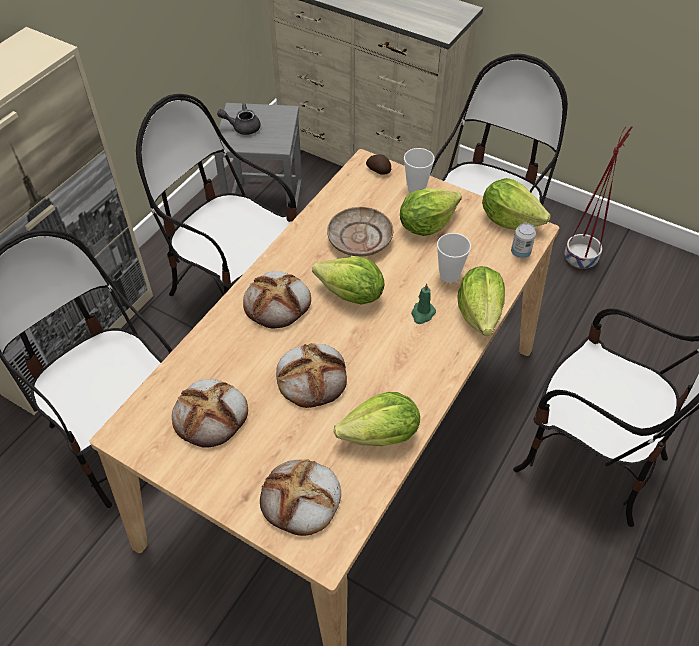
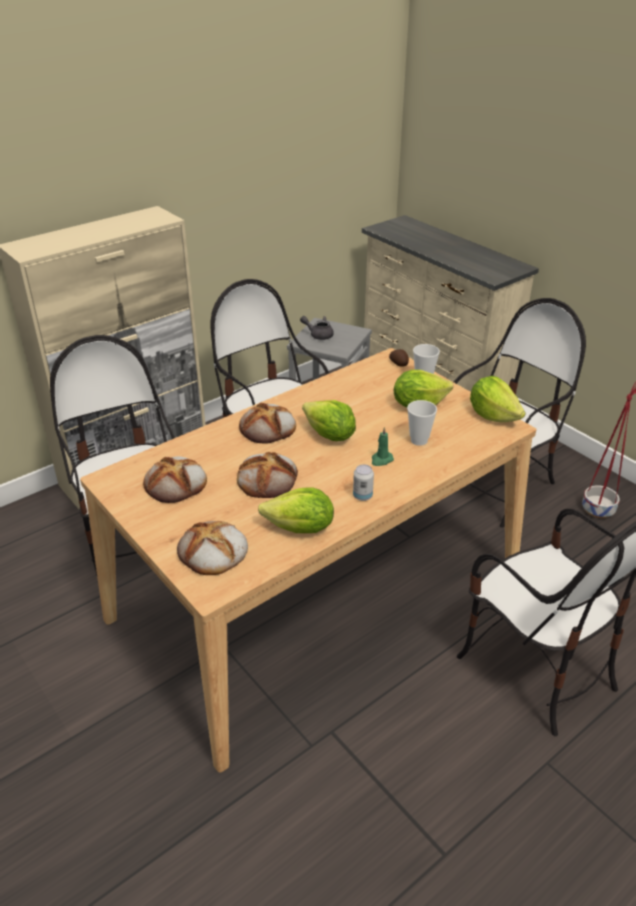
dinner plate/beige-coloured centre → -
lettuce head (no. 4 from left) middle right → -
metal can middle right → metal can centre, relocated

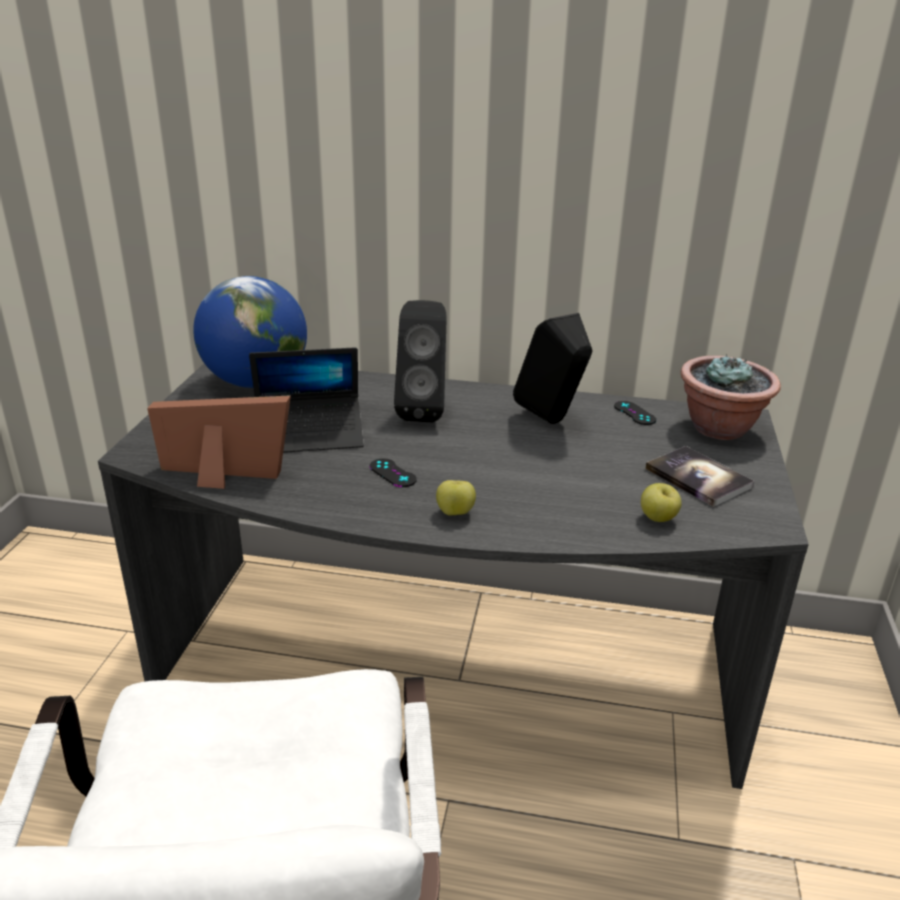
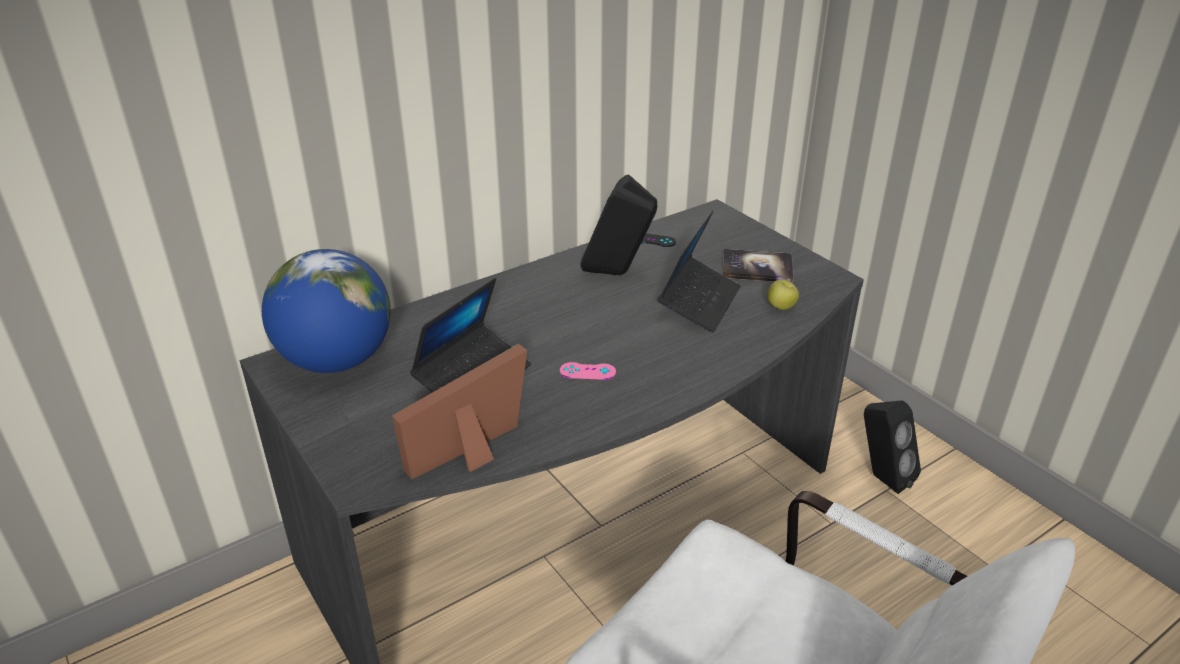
game controller/blackish (no. 1 from left) centre → game controller/pink-coloured centre
speaker/blackish (no. 1 from left in the first image) centre → speaker/blackish (no. 2 from left) bottom right, relocated
apple fruit (no. 1 from left) centre → -
potted plant middle right → -
- → notebook computer (no. 2 from left) centre

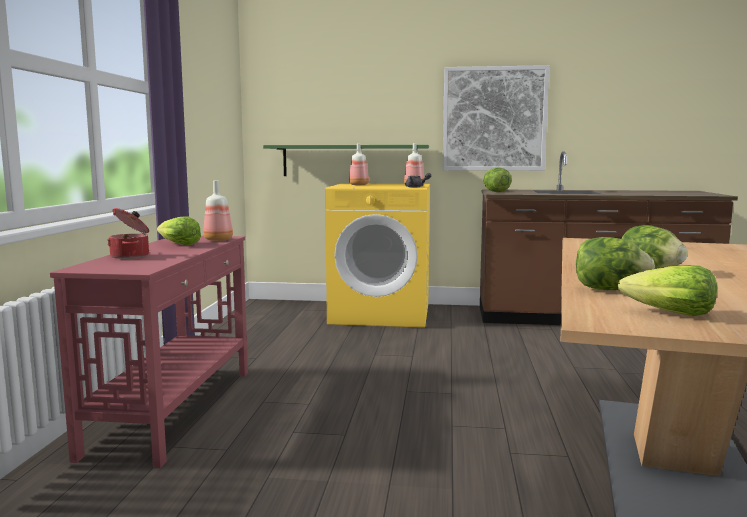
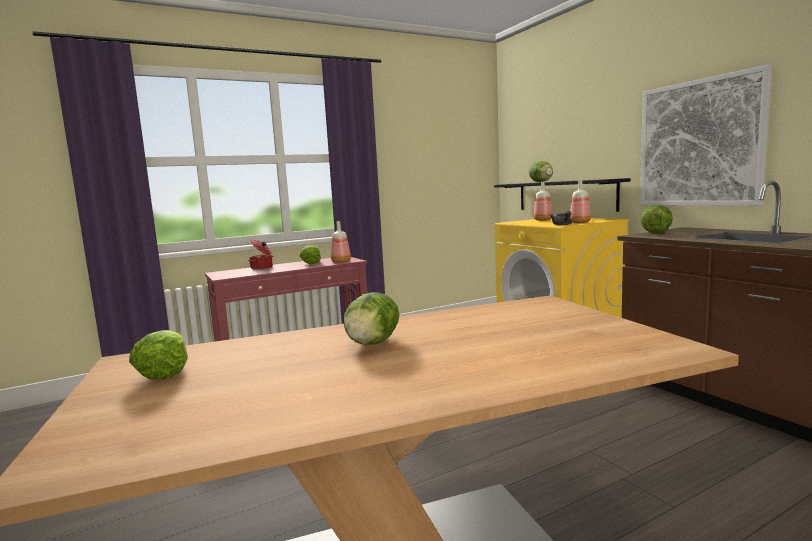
bracket shelf/greenish top centre → bracket shelf/blackish middle right
lettuce head (no. 3 from left in the first image) middle right → lettuce head (no. 4 from left) top centre, relocated

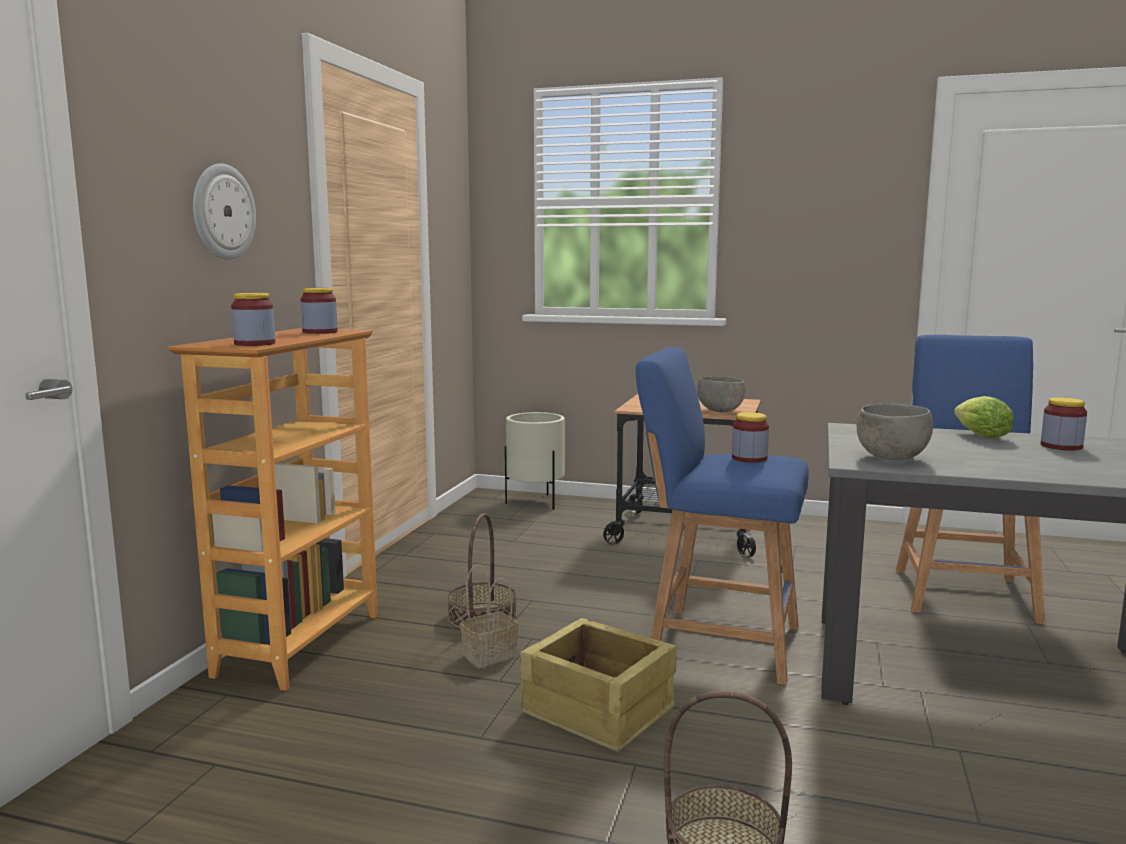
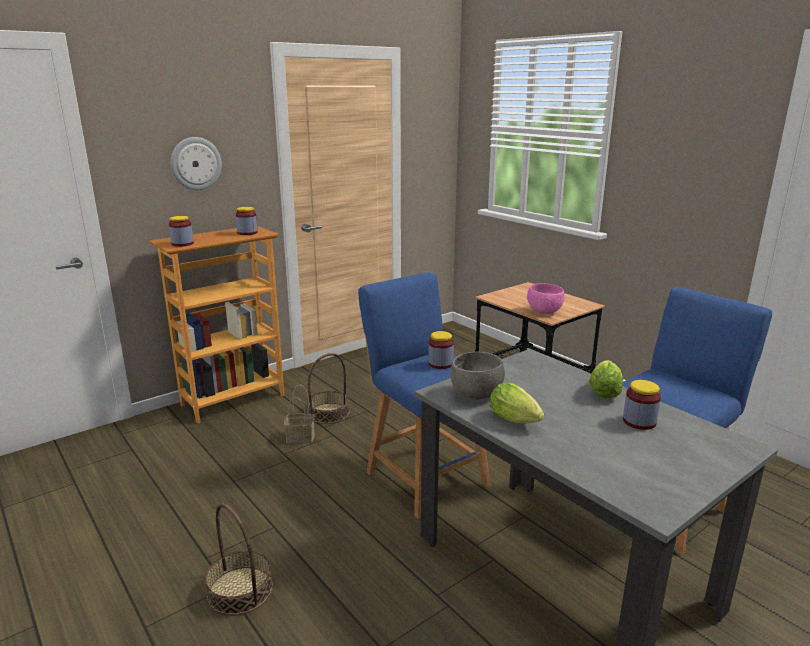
plant pot/beige-coloured centre → -
crate bottom centre → -
bowl/gray (no. 1 from left) centre → bowl/pink-coloured middle right
- → lettuce head (no. 1 from left) centre

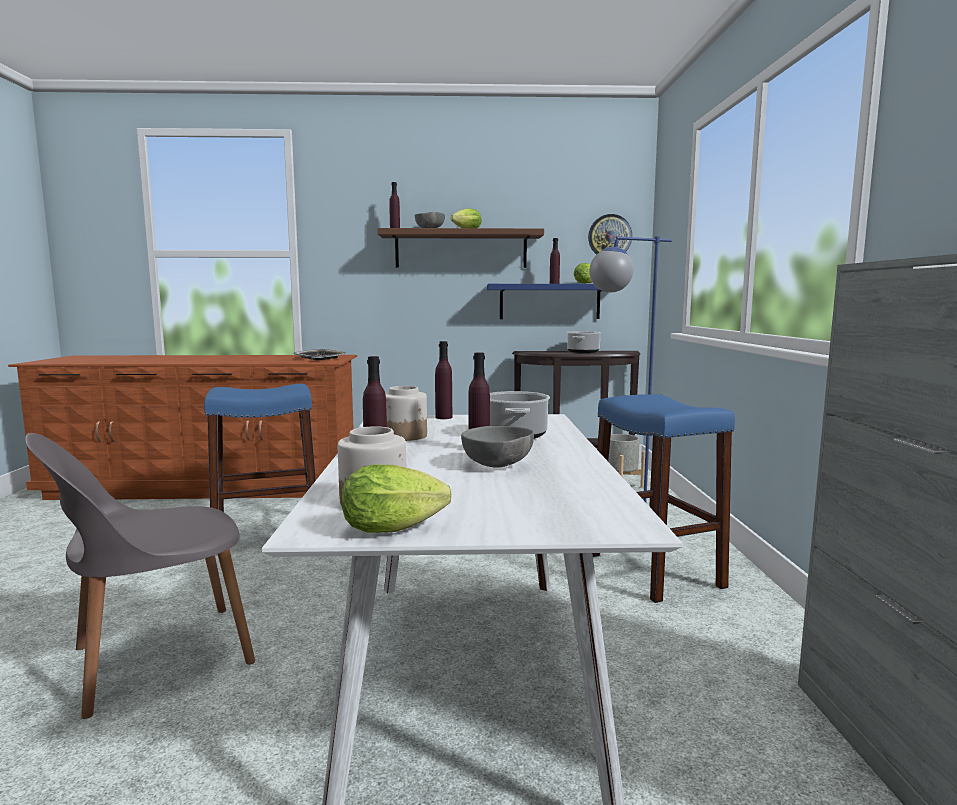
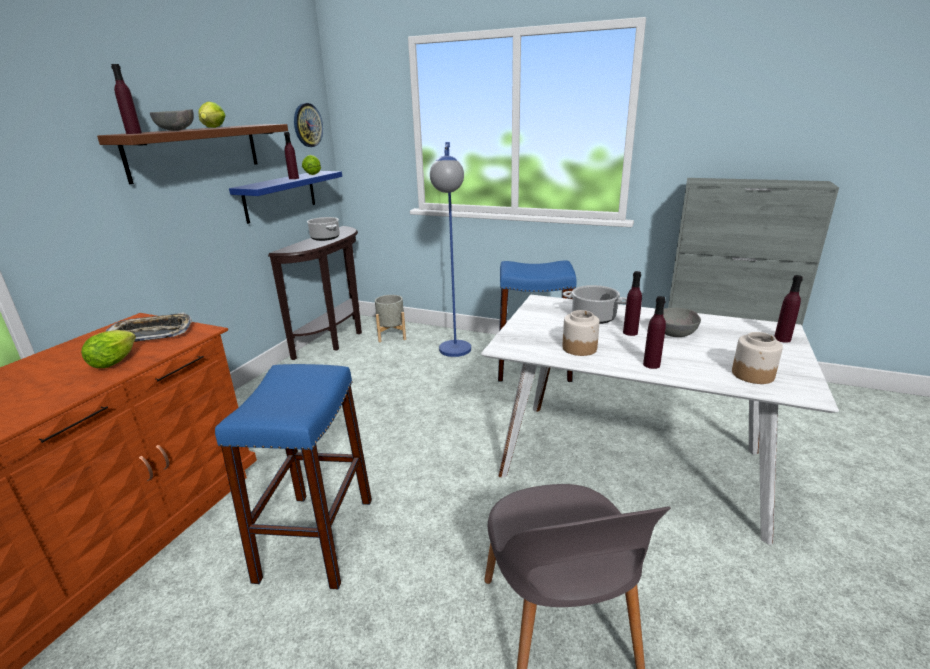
lettuce head (no. 1 from left) centre → lettuce head (no. 1 from left) middle left, relocated
drink bottle/purple-coloured (no. 3 from left in the first image) centre → drink bottle/purple-coloured (no. 5 from left) middle right, relocated

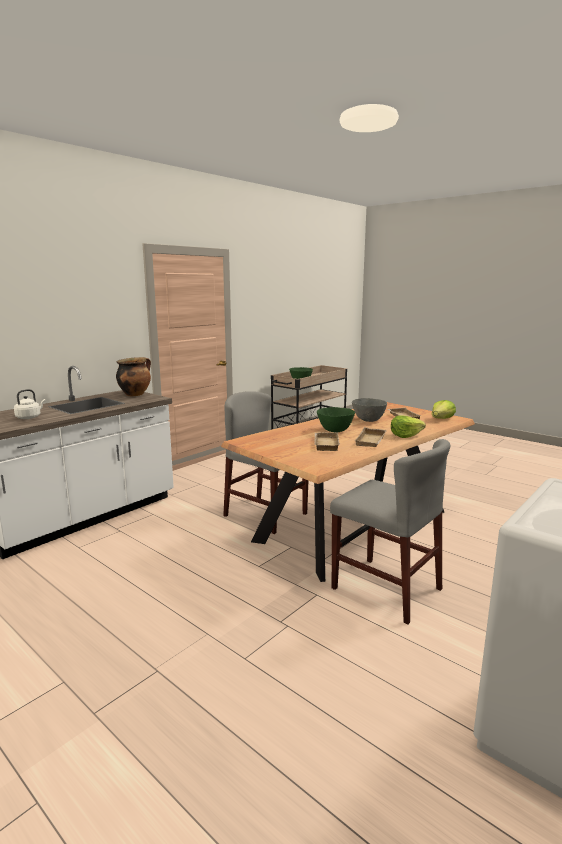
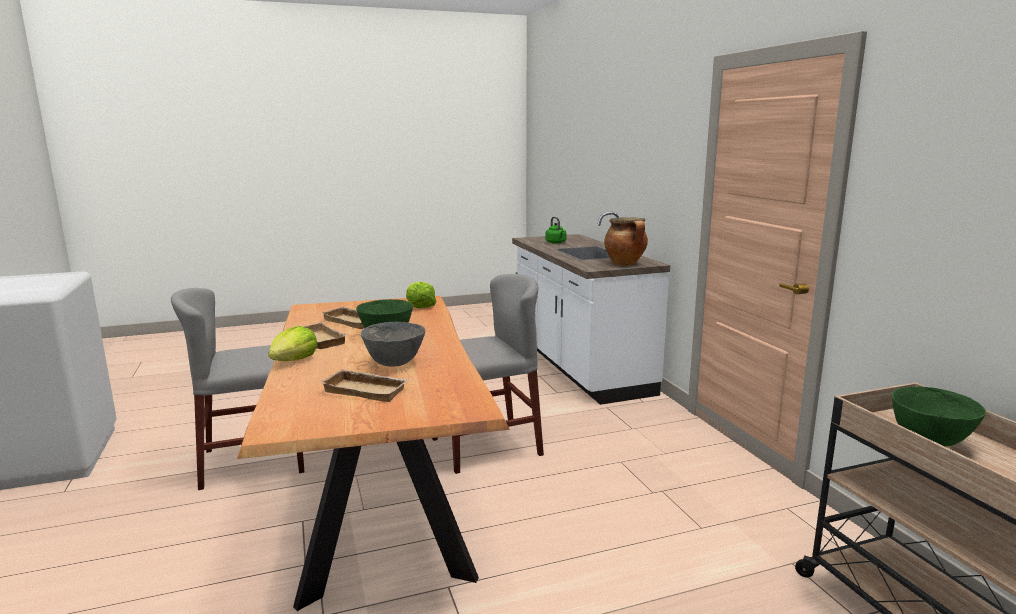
tea kettle/white middle left → tea kettle/greenish centre
lettuce head (no. 2 from left) middle right → lettuce head (no. 2 from left) centre, relocated

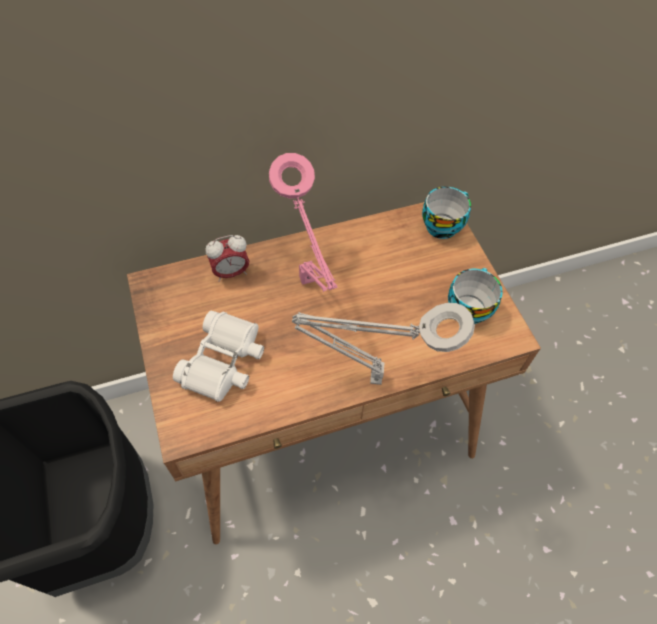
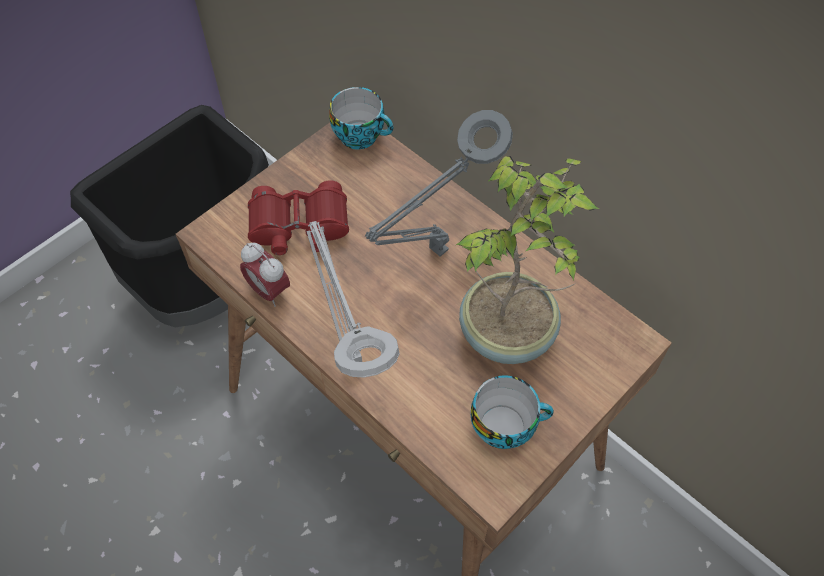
field glasses/white middle left → field glasses/red-coloured centre
alarm clock centre → alarm clock middle left, relocated
tabletop lamp/pink-coloured centre → tabletop lamp/gray (no. 2 from left) top centre
cup (no. 1 from left) middle right → cup (no. 1 from left) top centre, relocated
- → potted plant centre

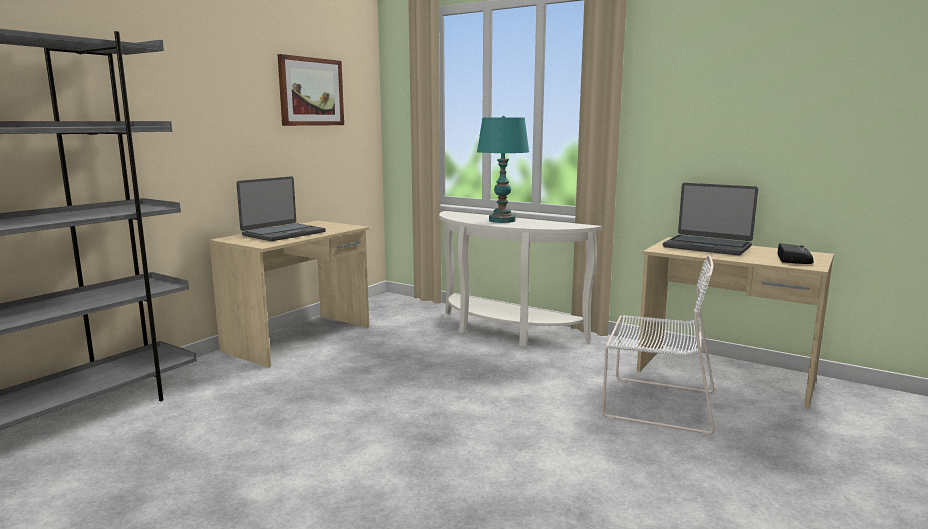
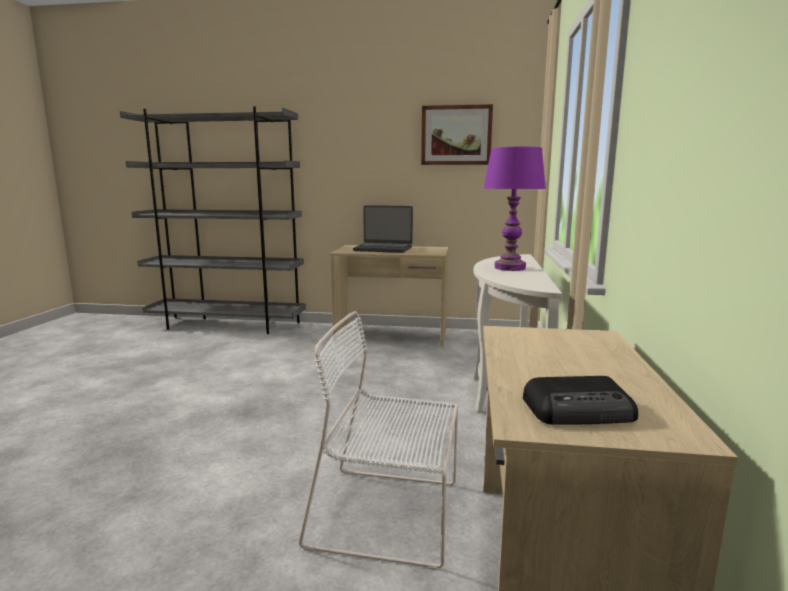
tabletop lamp/turquoise top centre → tabletop lamp/purple-coloured centre
plain chair/white middle right → plain chair/white bottom centre, 105 degrees clockwise
notebook computer (no. 2 from left) middle right → -

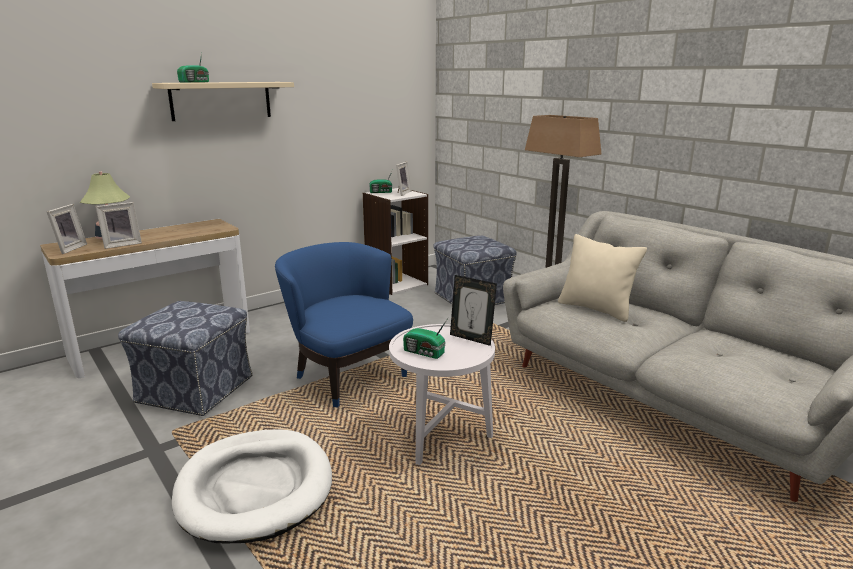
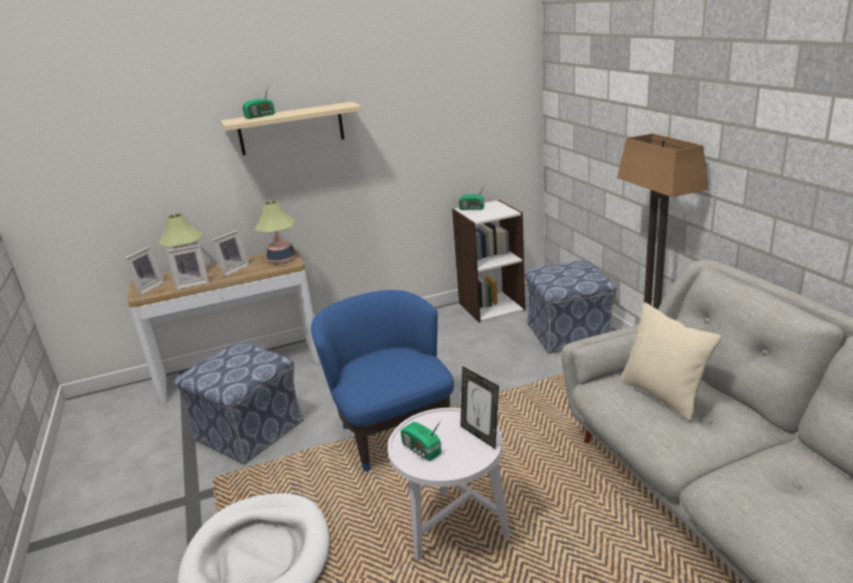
picture frame (no. 3 from left) top centre → picture frame (no. 3 from left) middle left, relocated
- → tabletop lamp (no. 2 from left) middle left

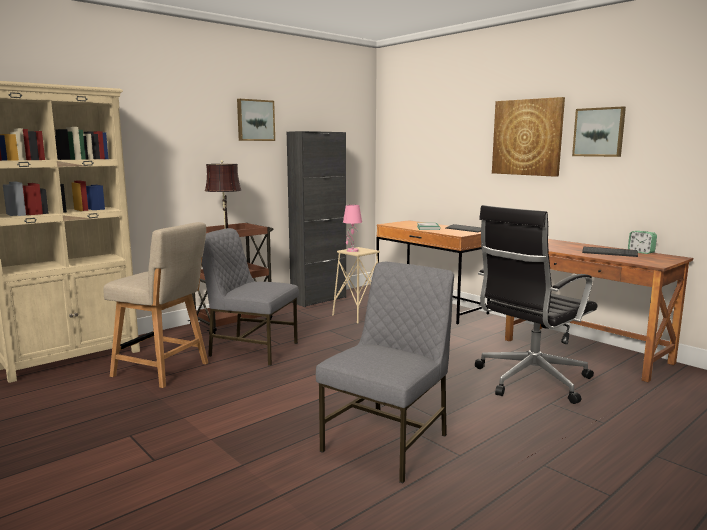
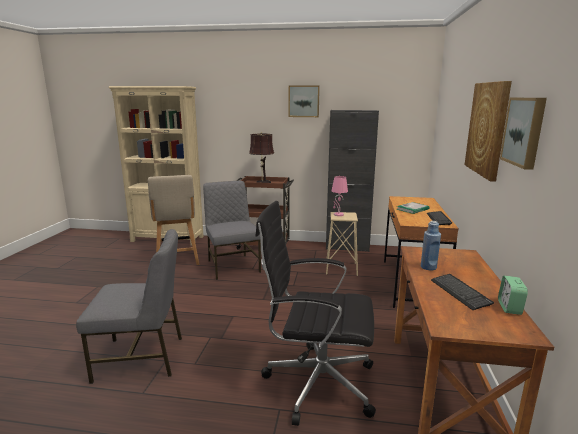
- → drink bottle/bluish middle right

